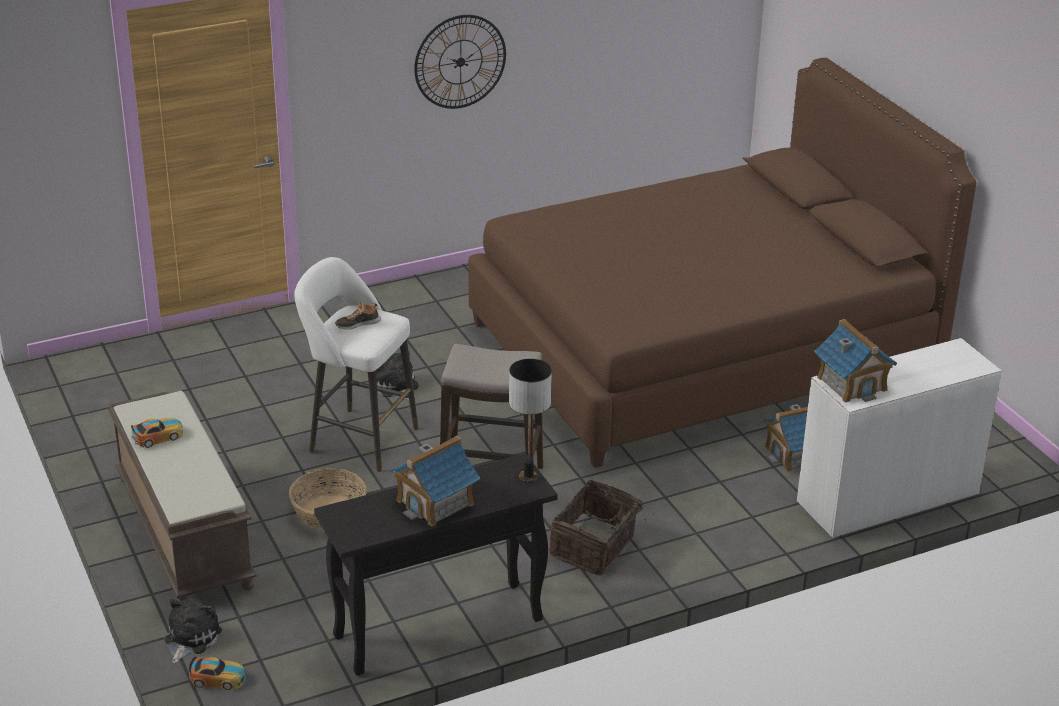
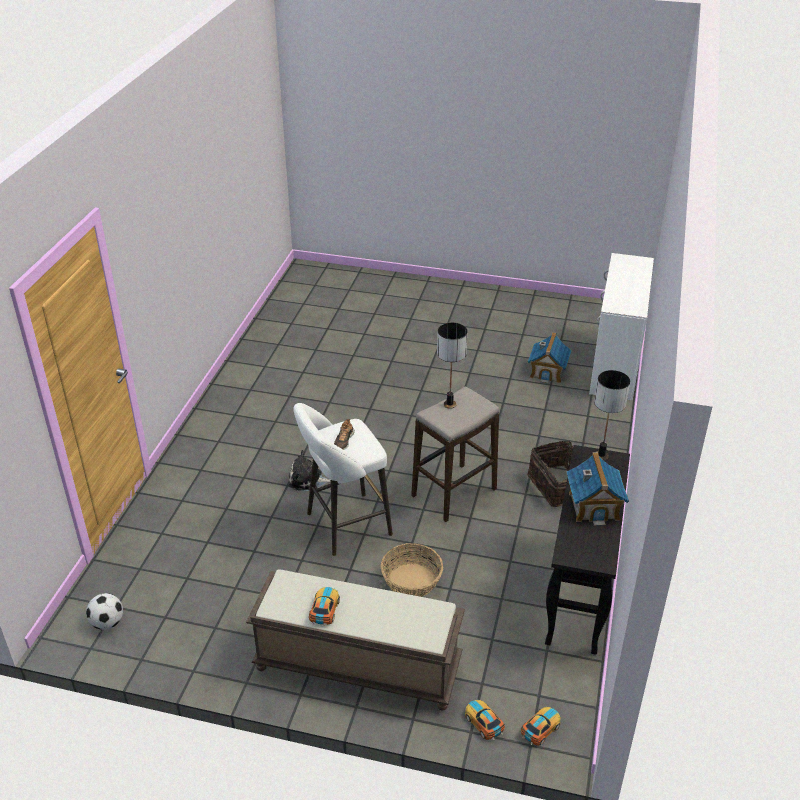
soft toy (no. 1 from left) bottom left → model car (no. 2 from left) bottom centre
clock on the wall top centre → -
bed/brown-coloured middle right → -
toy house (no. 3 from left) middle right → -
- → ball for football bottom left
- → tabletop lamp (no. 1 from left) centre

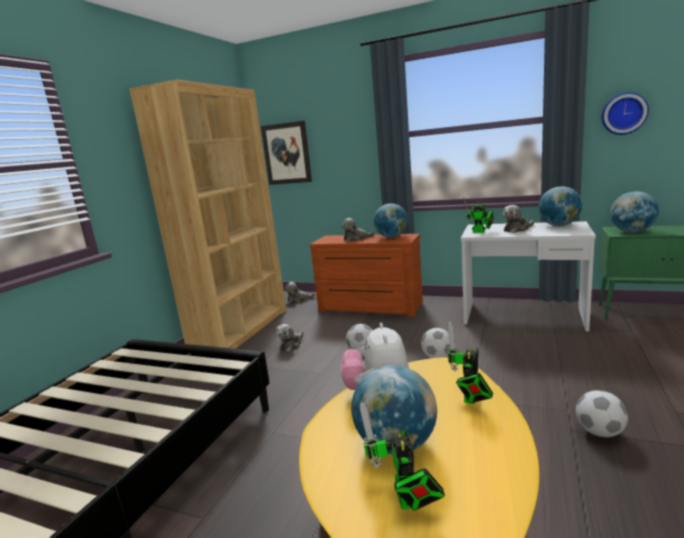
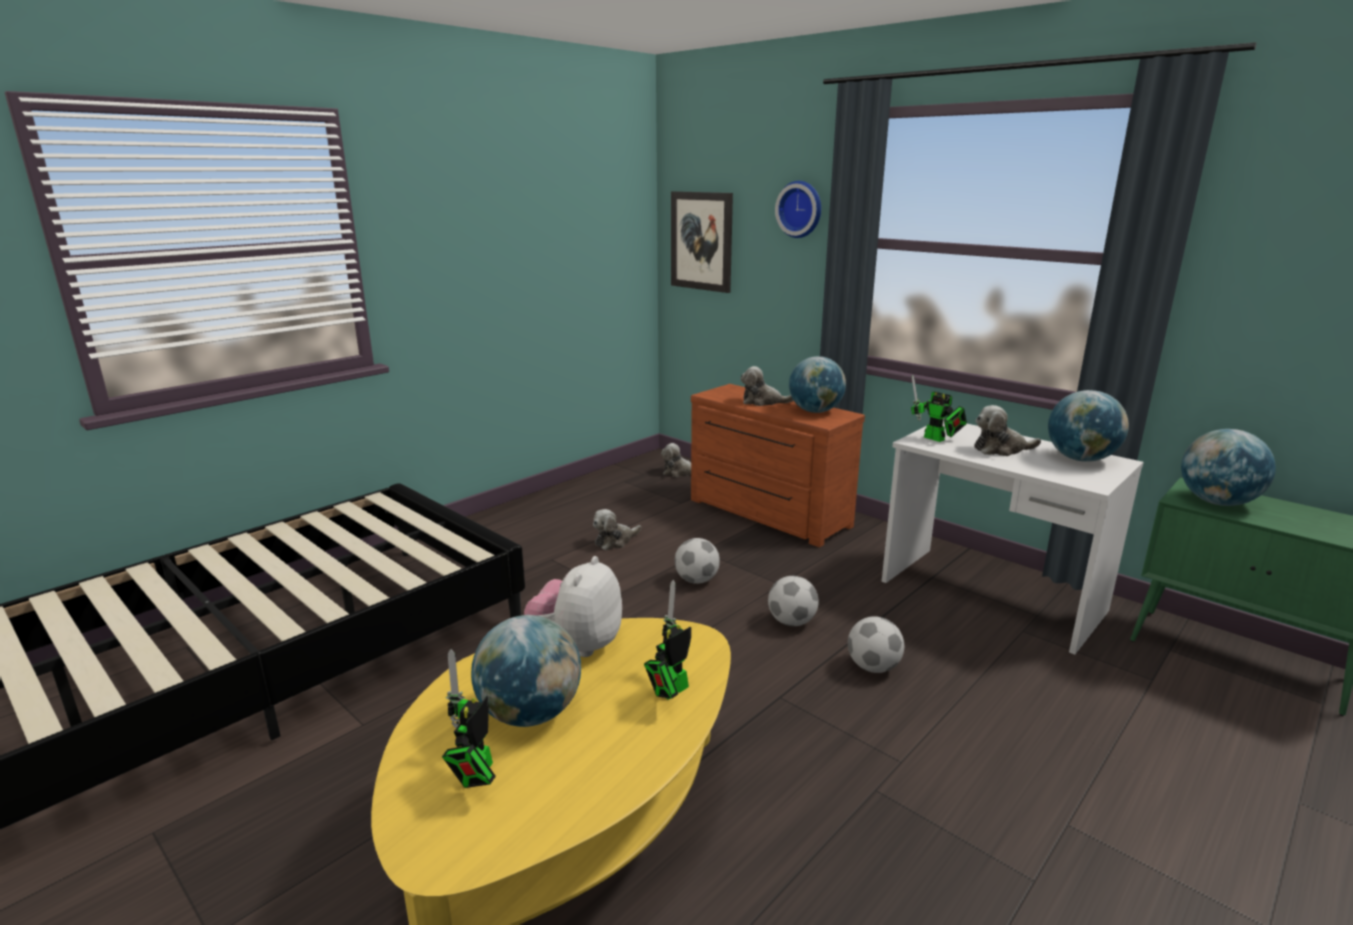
bookcase/brown-coloured middle left → -
ball for football (no. 3 from left) bottom right → ball for football (no. 3 from left) bottom centre, relocated
clock on the wall top right → clock on the wall top centre, relocated

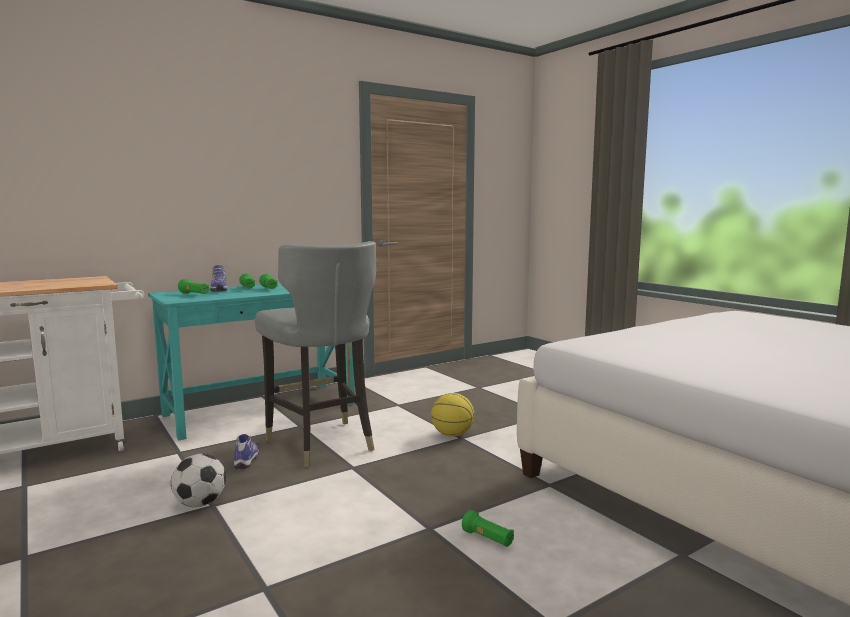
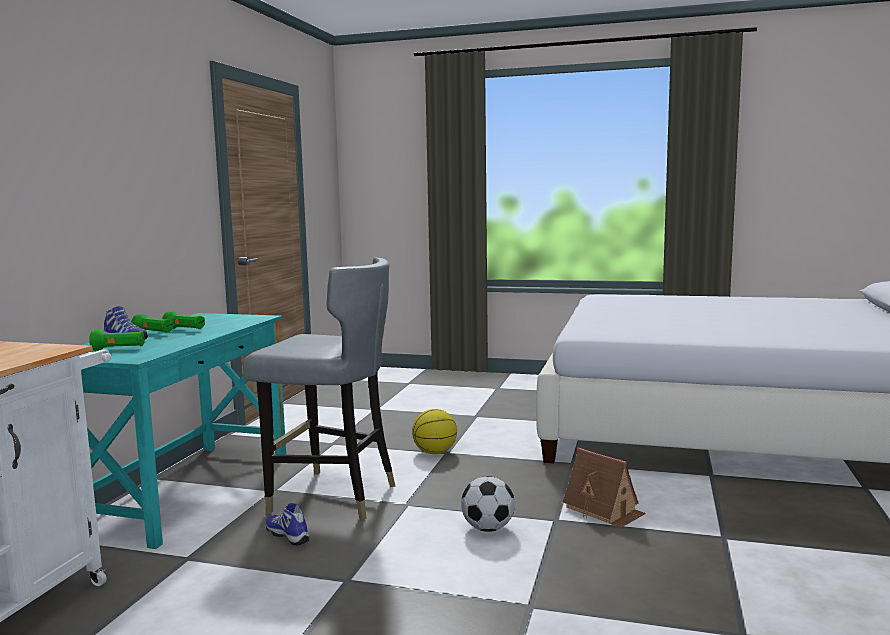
ball for football bottom left → ball for football bottom centre, relocated
torch/greenish (no. 4 from left) bottom centre → toy house bottom right

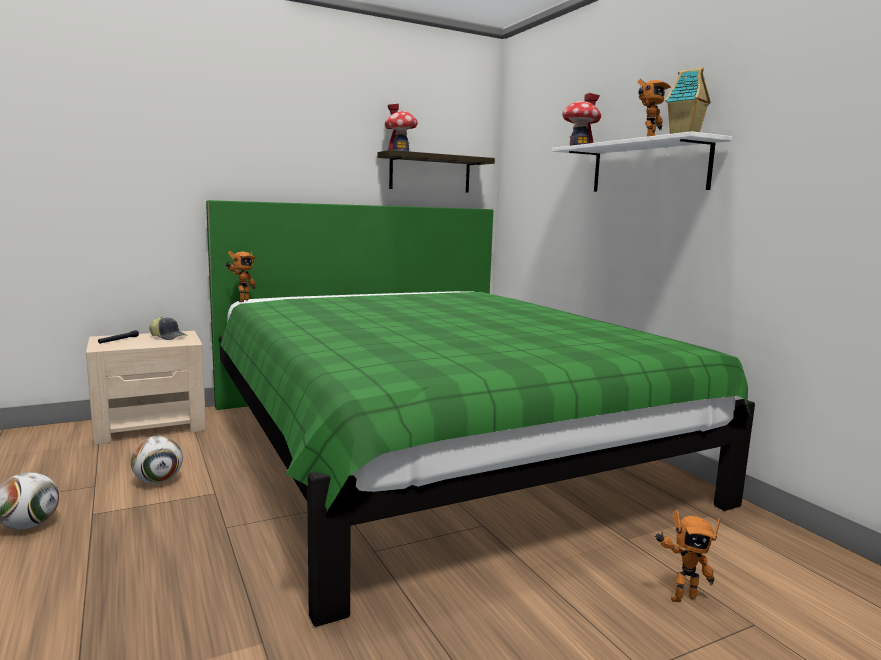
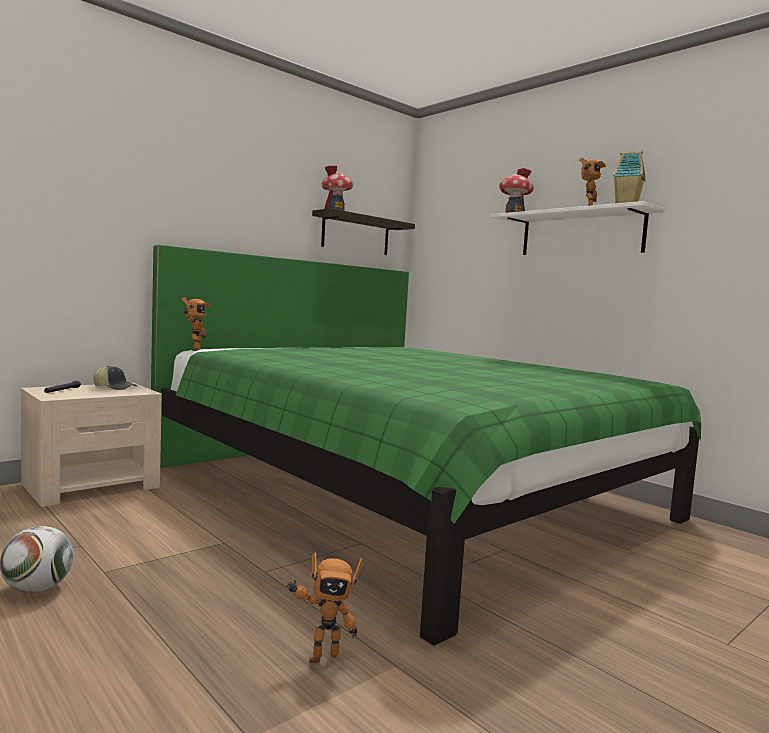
ball for football (no. 2 from left) bottom left → -
toy robot (no. 3 from left in the first image) bottom right → toy robot (no. 2 from left) bottom centre, relocated

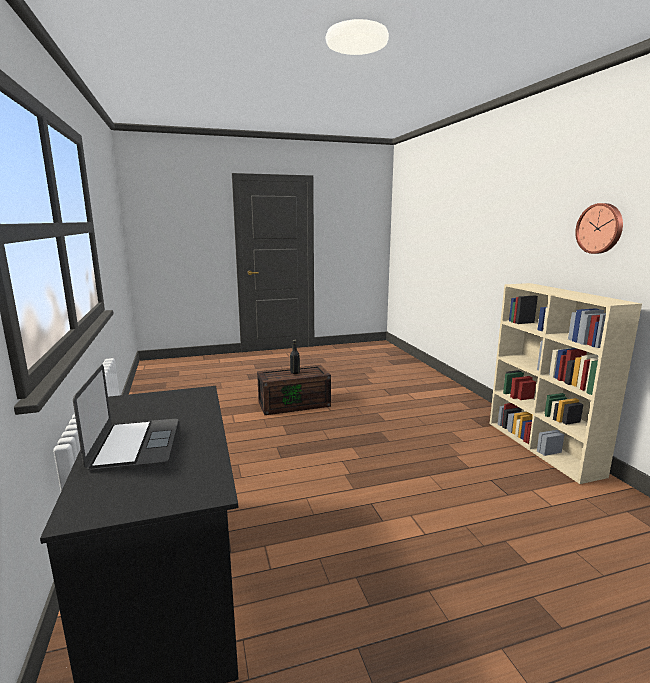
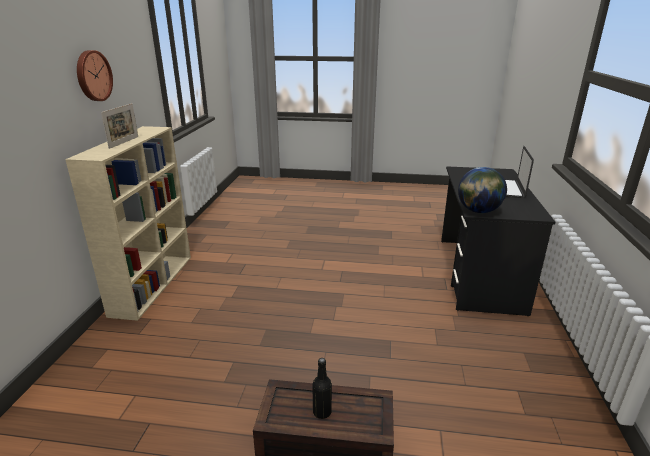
- → picture frame top left
- → desk globe middle right

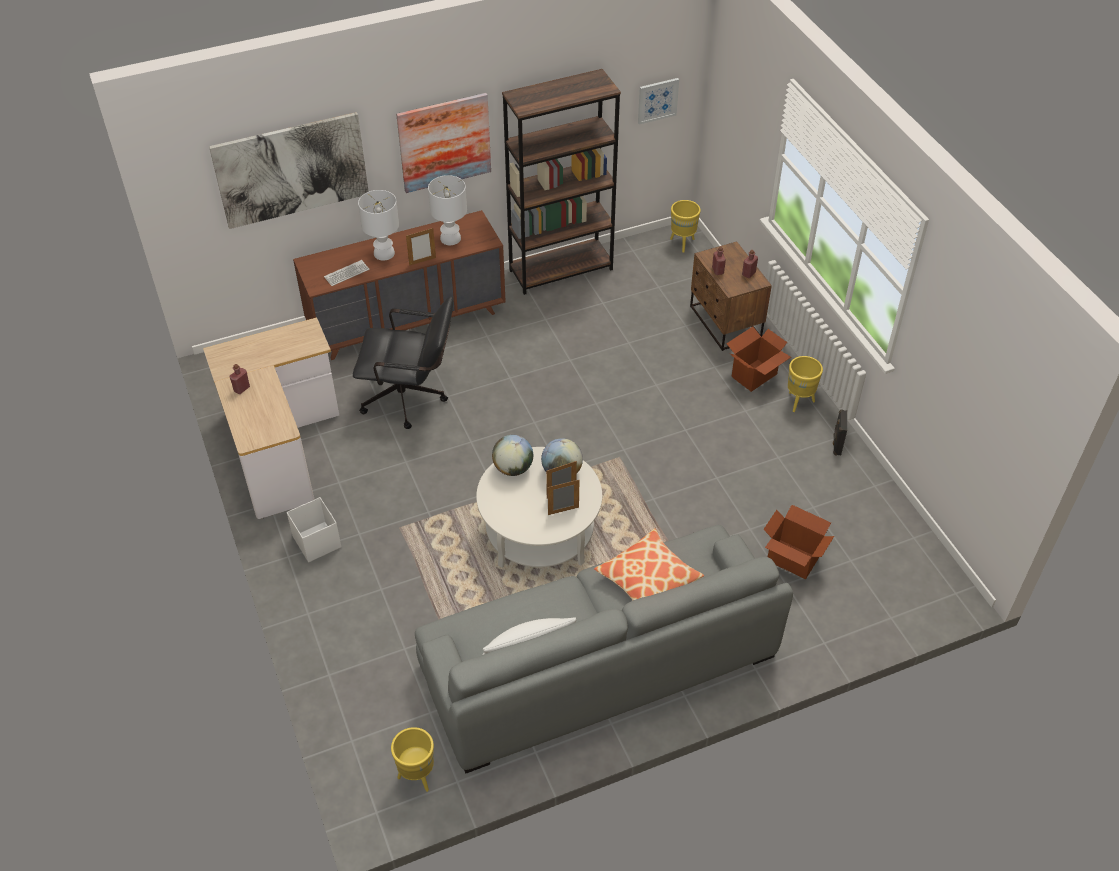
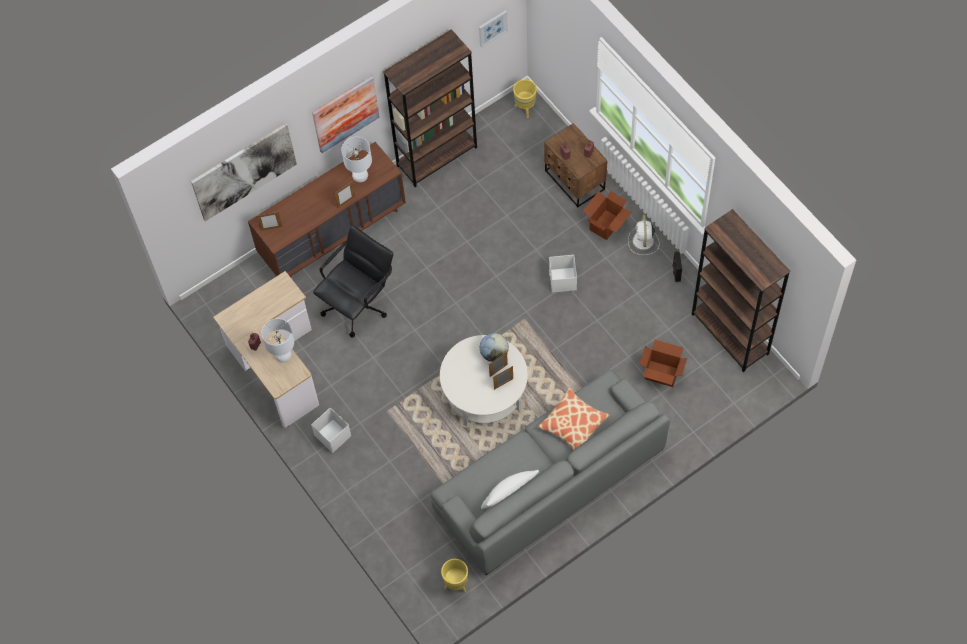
keyboard top left → -
desk chair/blackish centre, 45 degrees counterclockwise
tabletop lamp/white (no. 1 from left) top centre → tabletop lamp/white (no. 1 from left) middle left, relocated
desk globe (no. 1 from left) centre → -
plant pot/yellow (no. 3 from left) middle right → cooling fan/white centre
- → picture frame (no. 1 from left) middle left
- → storage container/white (no. 2 from left) centre
- → bookcase/brown-coloured (no. 2 from left) middle right

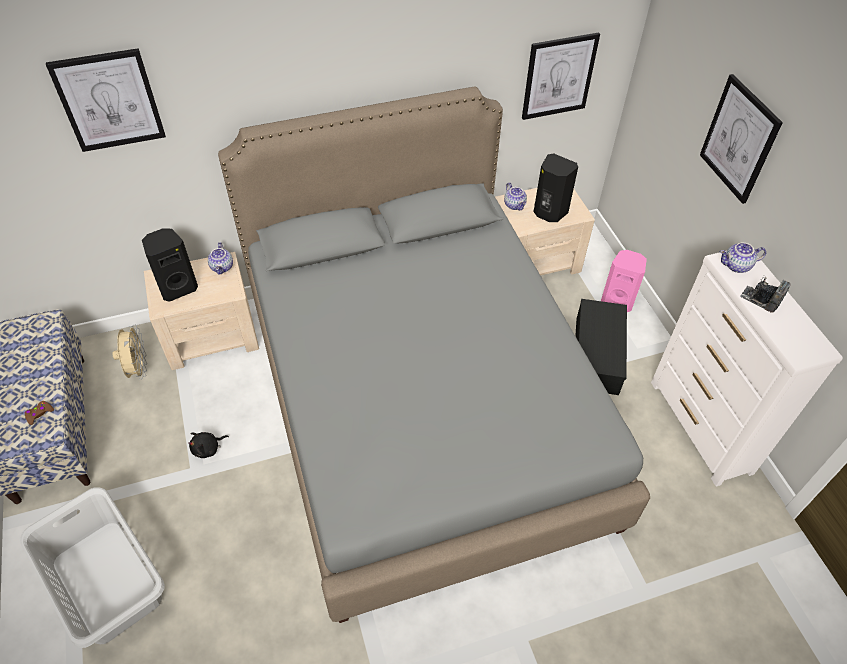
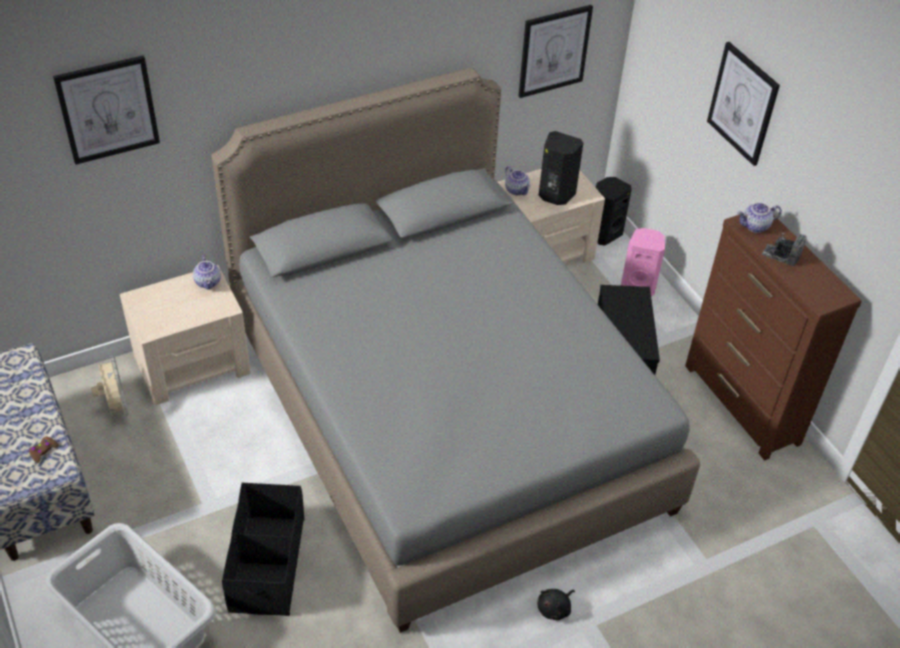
speaker/blackish (no. 1 from left in the first image) middle left → speaker/blackish (no. 2 from left) top right, relocated
soft toy/blackish bottom left → soft toy/blackish bottom centre, relocated
chest of drawers/white middle right → chest of drawers/brown-coloured middle right
- → storage container/blackish (no. 1 from left) bottom left

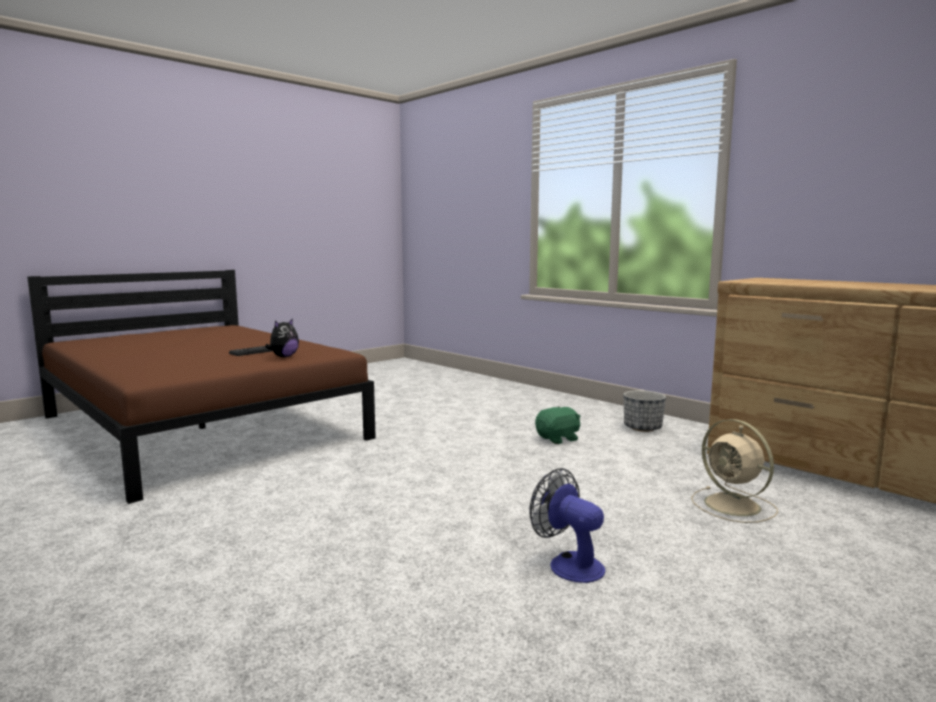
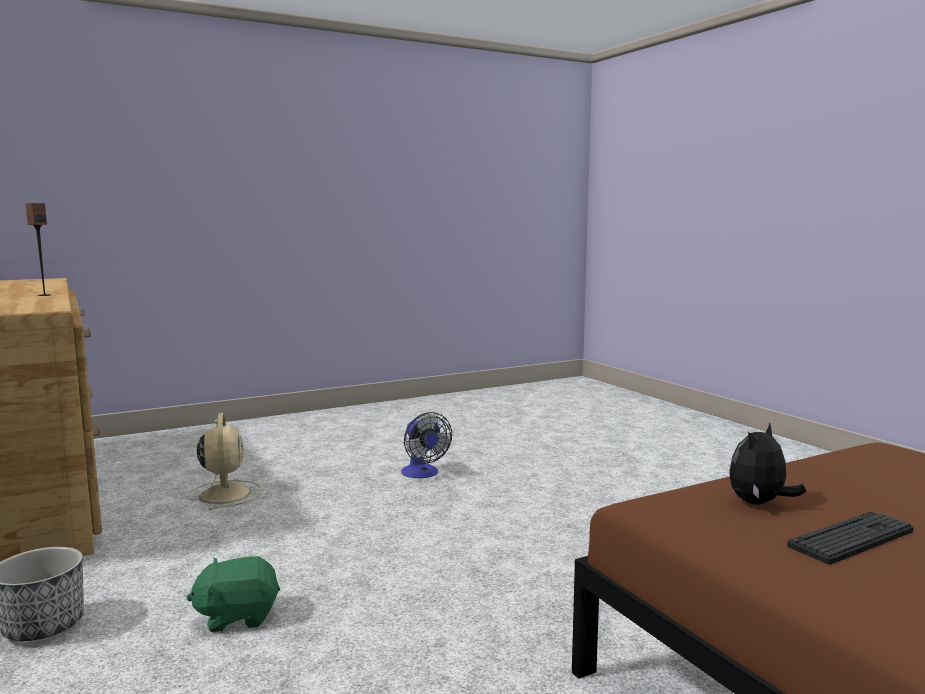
- → speaker middle left

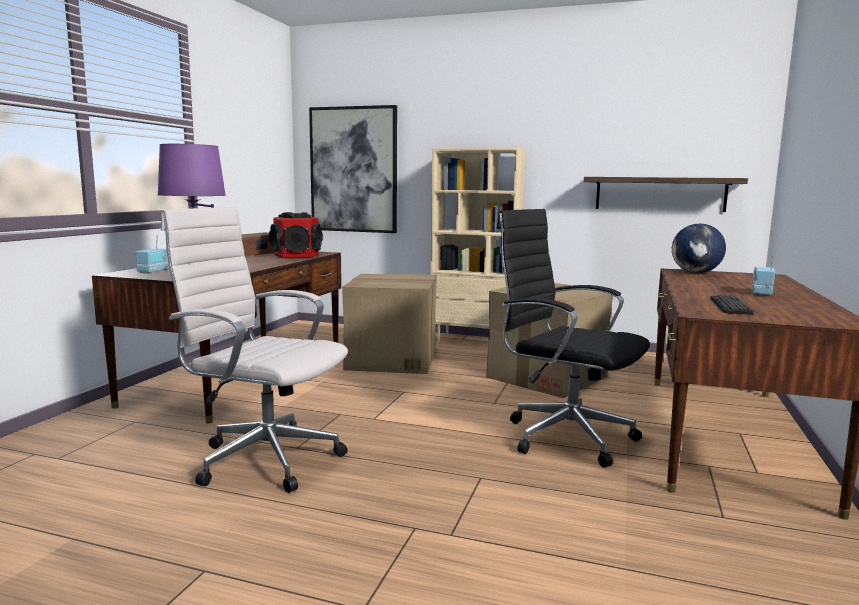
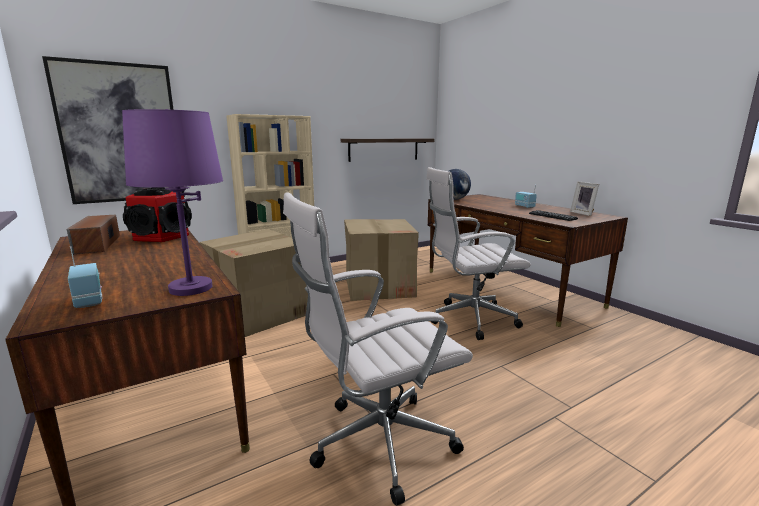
desk chair/blackish middle right → desk chair/white (no. 2 from left) centre
- → picture frame middle right

